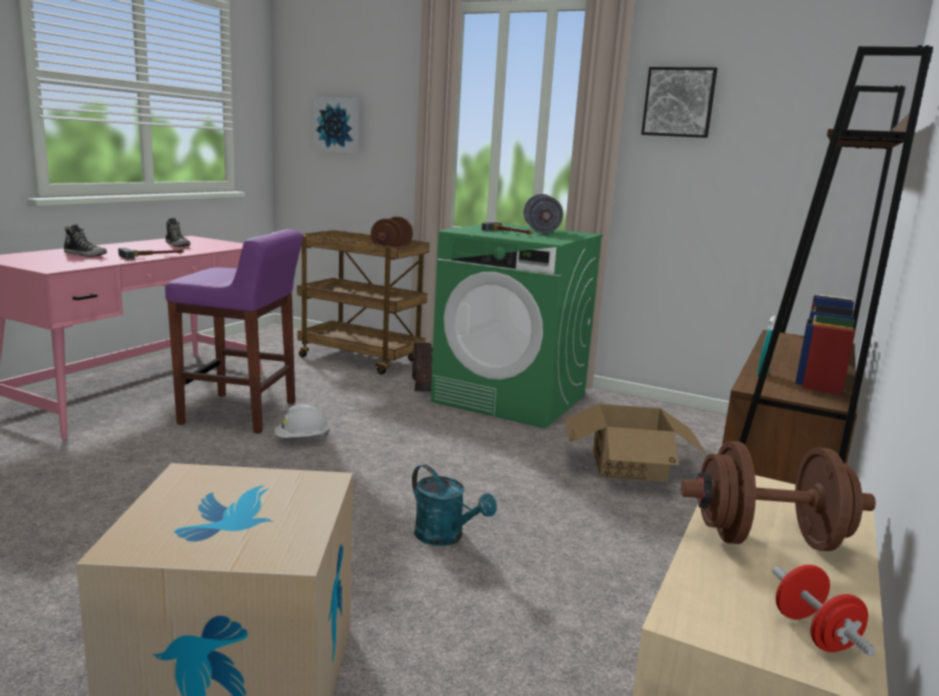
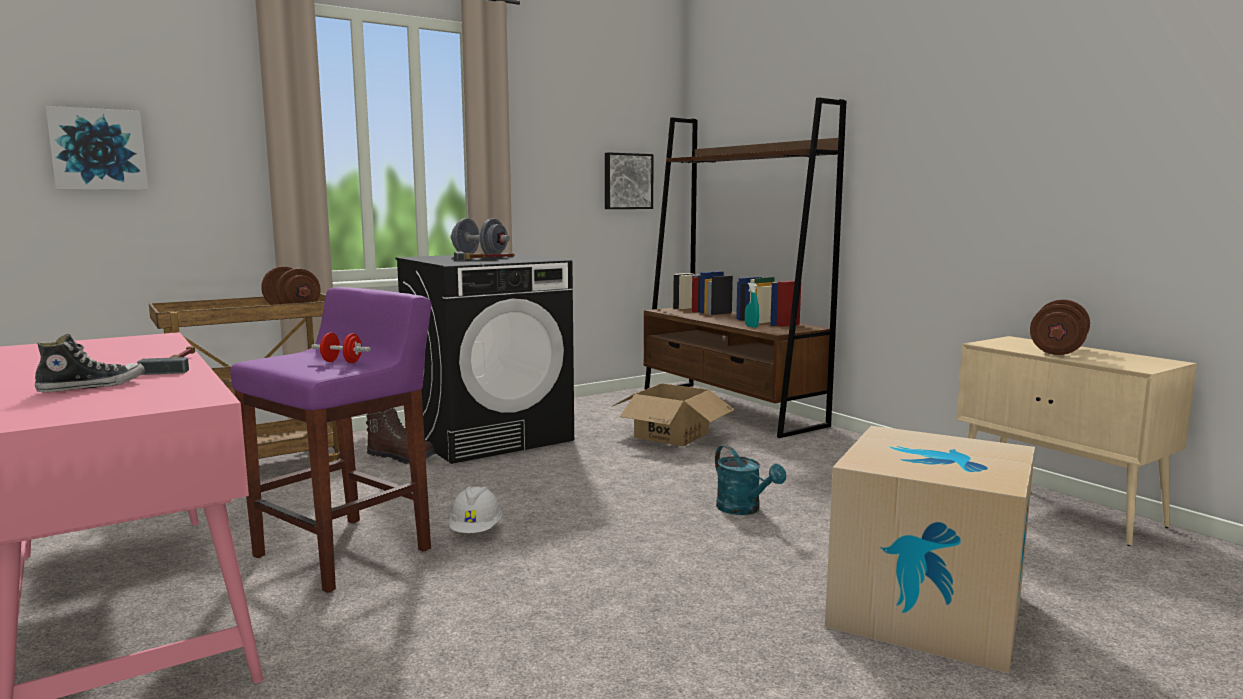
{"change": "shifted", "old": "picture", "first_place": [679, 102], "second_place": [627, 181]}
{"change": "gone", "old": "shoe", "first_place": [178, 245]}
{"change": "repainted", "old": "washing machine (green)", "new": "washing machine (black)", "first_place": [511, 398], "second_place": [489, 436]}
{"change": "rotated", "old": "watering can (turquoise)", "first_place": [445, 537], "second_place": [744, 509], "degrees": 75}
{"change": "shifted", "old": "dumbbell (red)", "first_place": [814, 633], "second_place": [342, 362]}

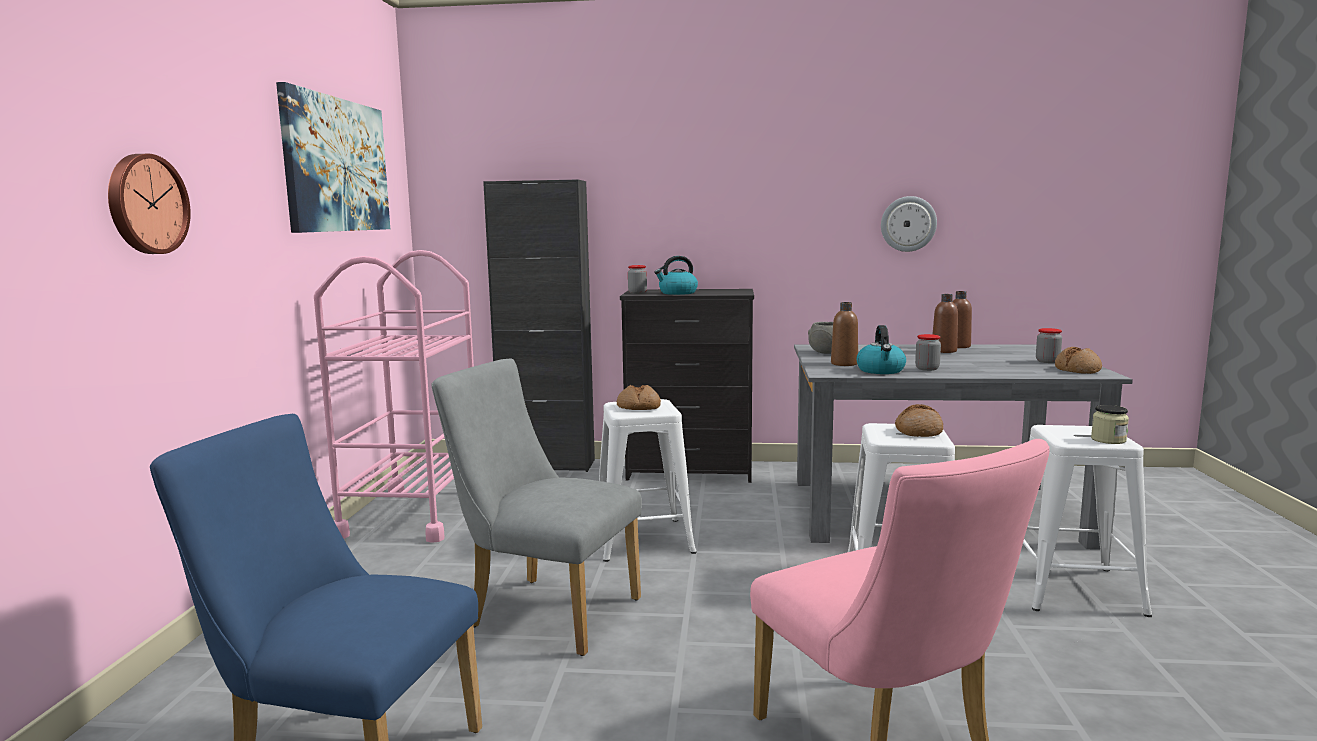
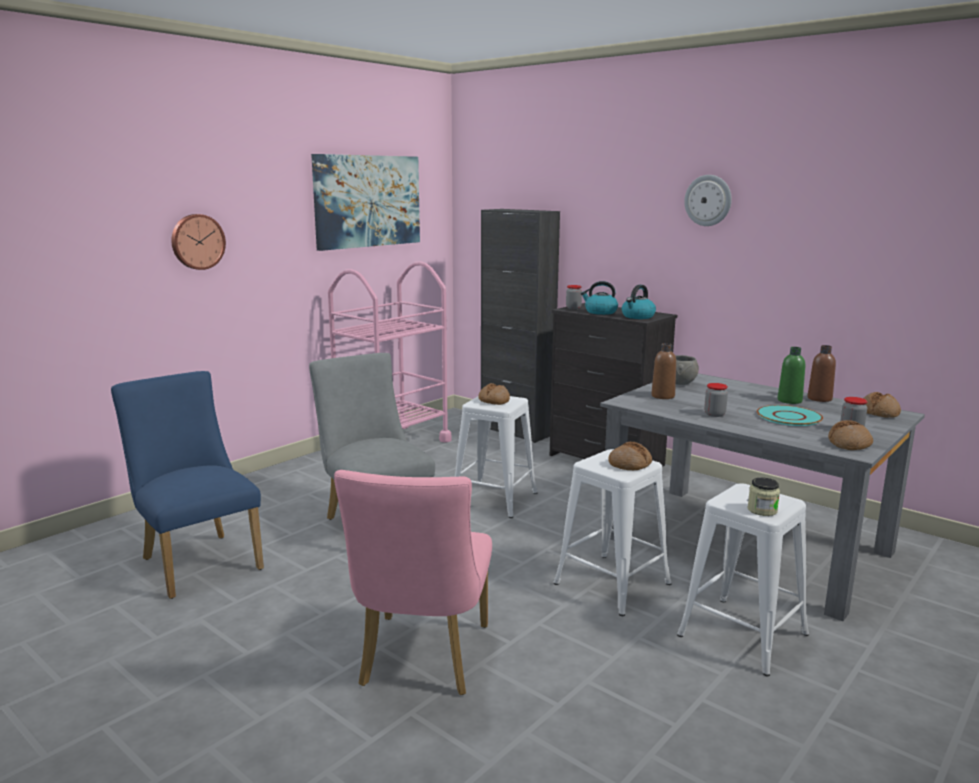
{"change": "shifted", "old": "wall clock", "first_place": [908, 224], "second_place": [708, 200]}
{"change": "repainted", "old": "bottle (brown)", "new": "bottle (green)", "first_place": [944, 351], "second_place": [789, 401]}
{"change": "shifted", "old": "kettle", "first_place": [881, 371], "second_place": [637, 317]}
{"change": "new", "new": "bread", "second_place": [879, 412]}
{"change": "new", "new": "plate (turquoise)", "second_place": [788, 417]}

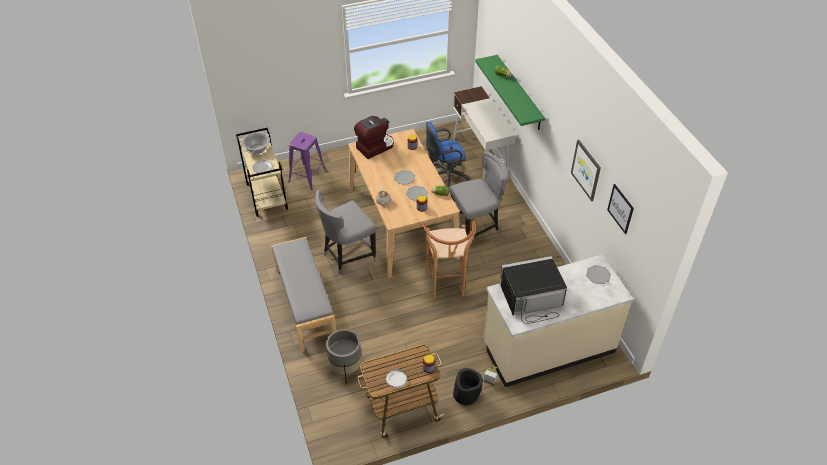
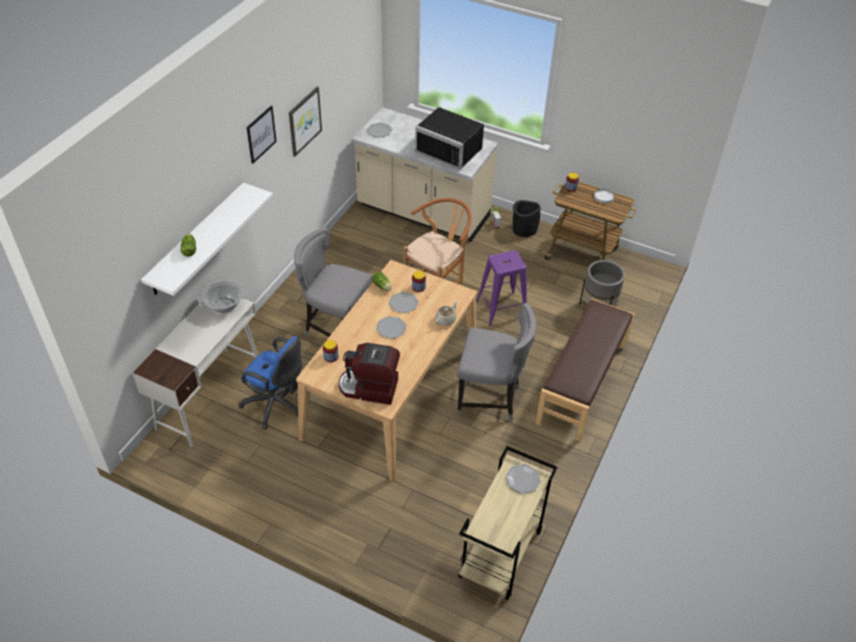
{"change": "repainted", "old": "shelf (green)", "new": "shelf (white)", "first_place": [519, 93], "second_place": [197, 239]}
{"change": "shifted", "old": "cooking pot", "first_place": [257, 149], "second_place": [224, 305]}
{"change": "shifted", "old": "stool (purple)", "first_place": [307, 176], "second_place": [501, 308]}
{"change": "shifted", "old": "picture", "first_place": [620, 209], "second_place": [261, 134]}
{"change": "repainted", "old": "bench (grey)", "new": "bench (brown)", "first_place": [304, 305], "second_place": [583, 384]}

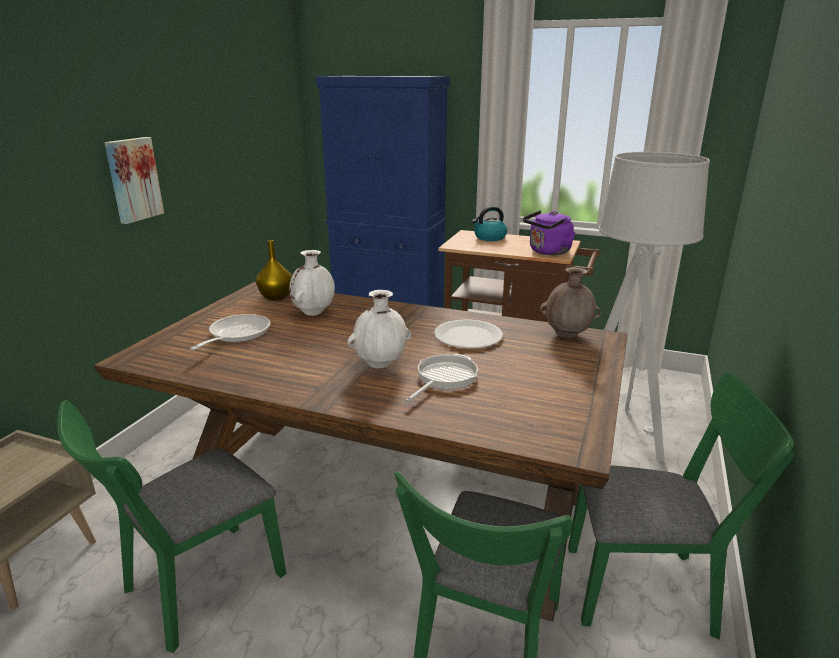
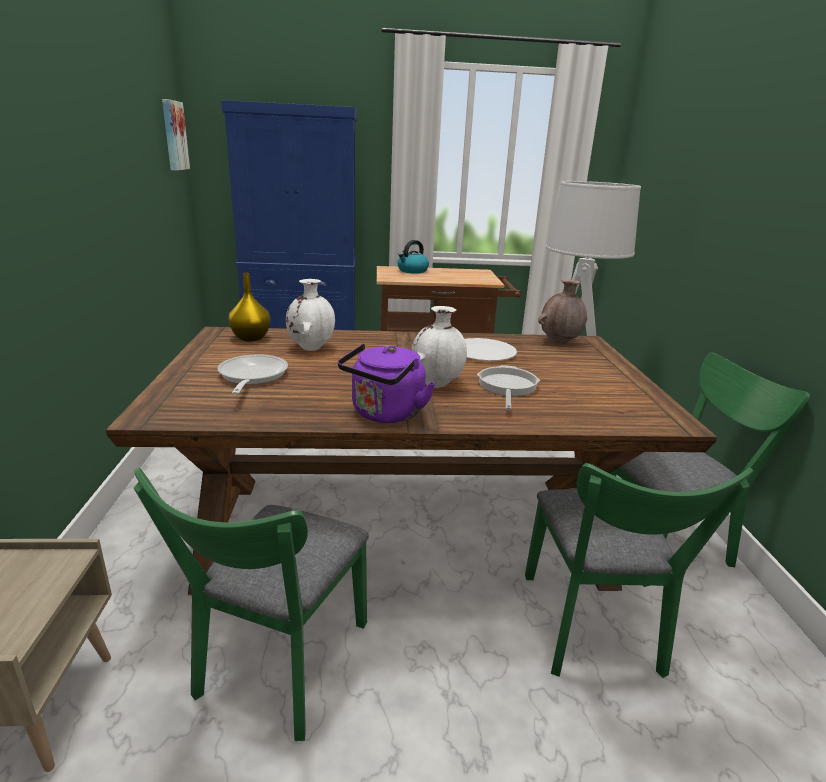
{"change": "shifted", "old": "picture", "first_place": [133, 179], "second_place": [173, 135]}
{"change": "shifted", "old": "kettle (purple)", "first_place": [548, 252], "second_place": [385, 414]}

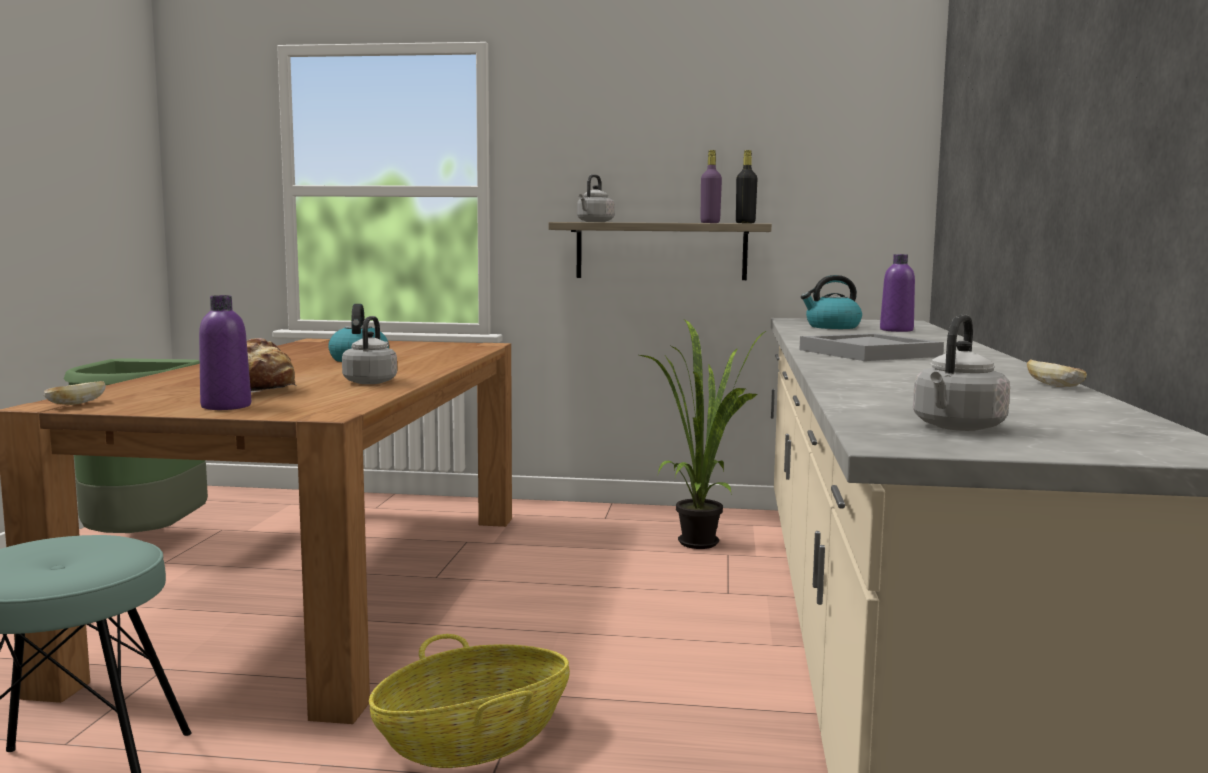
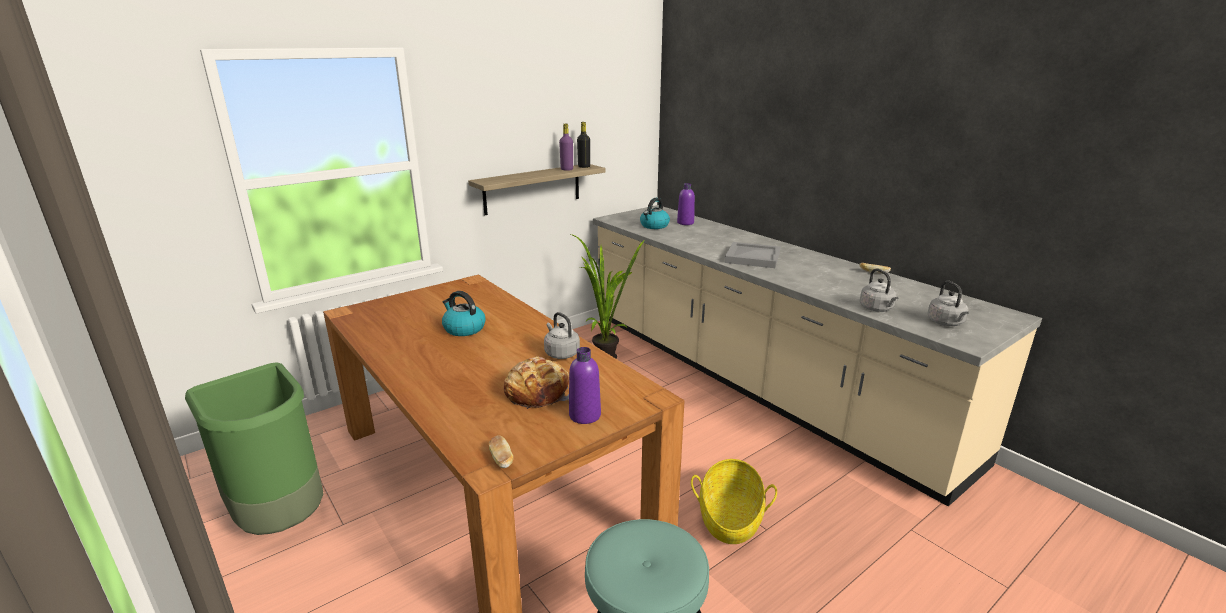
{"change": "shifted", "old": "kettle (grey)", "first_place": [594, 222], "second_place": [877, 309]}

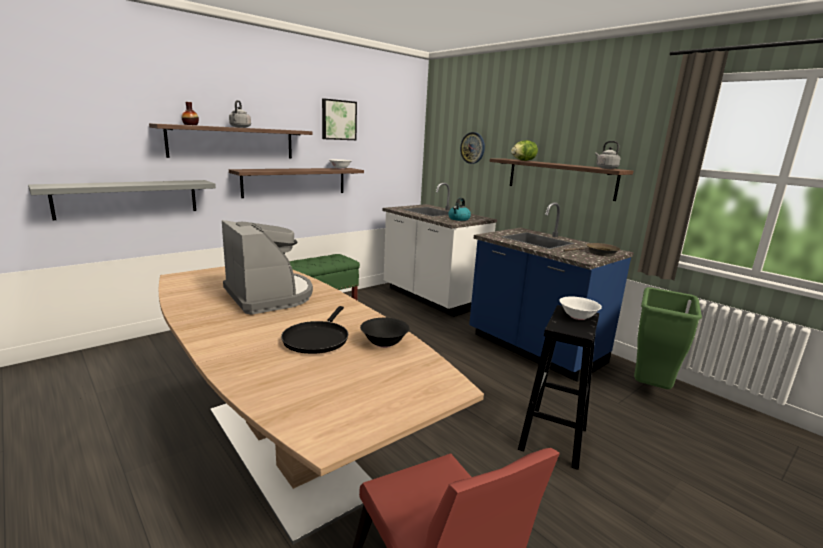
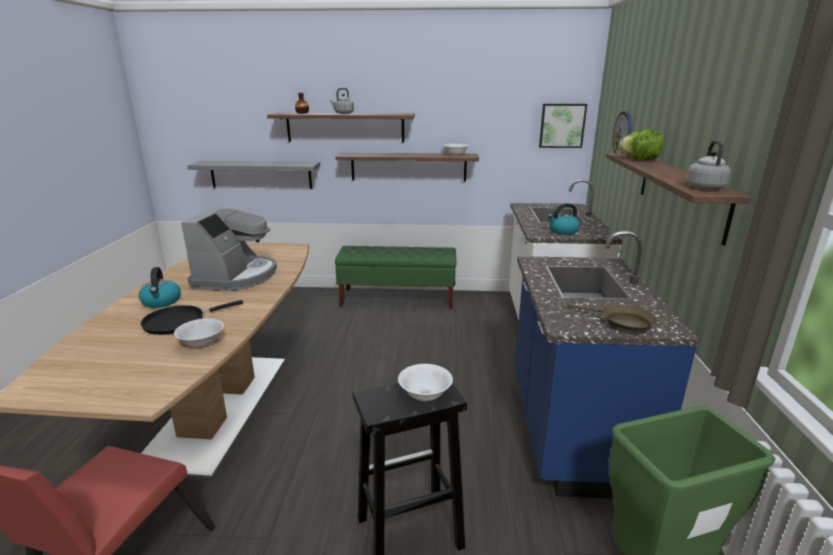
{"change": "shifted", "old": "picture", "first_place": [338, 120], "second_place": [562, 125]}
{"change": "repainted", "old": "bowl (black)", "new": "bowl (white)", "first_place": [384, 343], "second_place": [201, 343]}
{"change": "new", "new": "kettle", "second_place": [161, 302]}

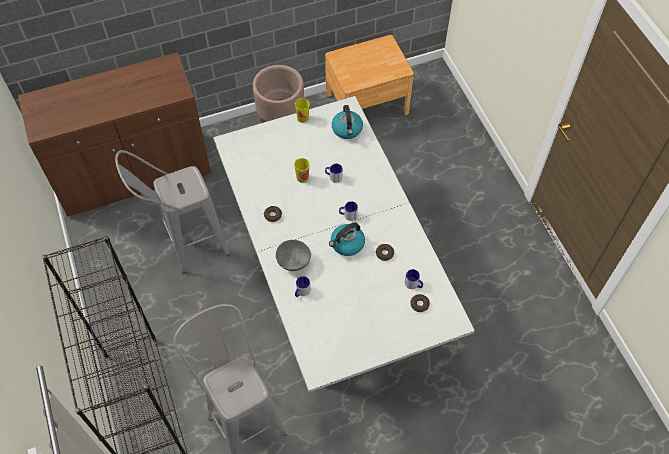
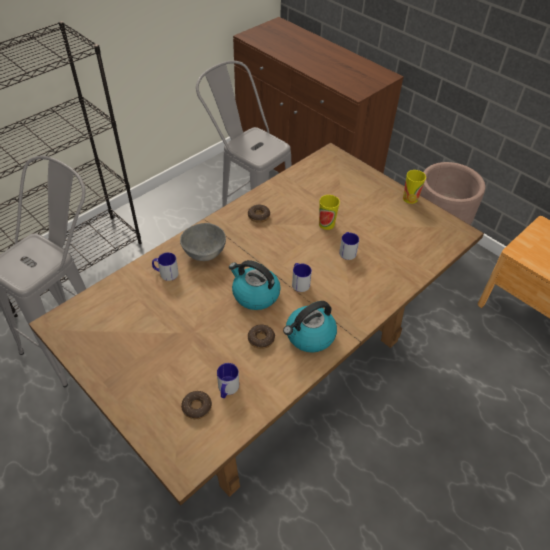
{"change": "repainted", "old": "dining table (white)", "new": "dining table (brown)", "first_place": [335, 284], "second_place": [270, 367]}
{"change": "shifted", "old": "kettle", "first_place": [347, 129], "second_place": [309, 336]}

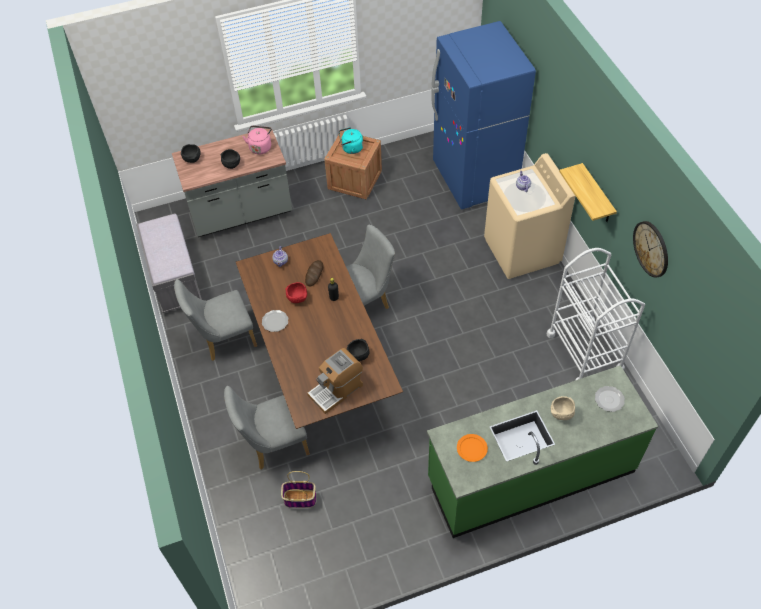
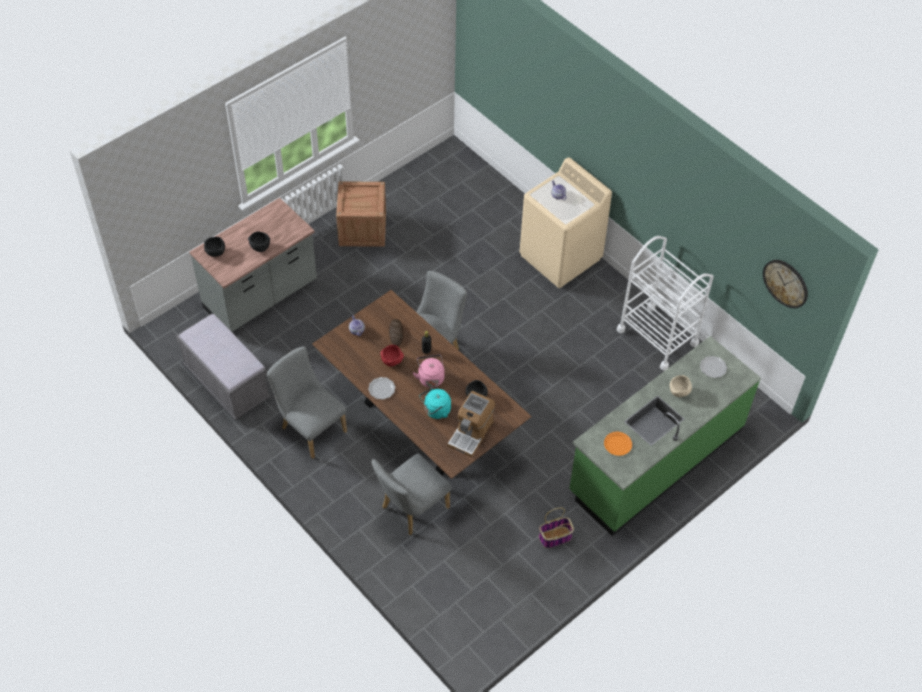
{"change": "gone", "old": "fridge (blue)", "first_place": [474, 179]}
{"change": "shifted", "old": "kettle (pink)", "first_place": [260, 147], "second_place": [430, 377]}
{"change": "shifted", "old": "kettle (turquoise)", "first_place": [351, 148], "second_place": [436, 411]}
{"change": "gone", "old": "shelf", "first_place": [597, 195]}
{"change": "shifted", "old": "wall clock", "first_place": [651, 249], "second_place": [786, 283]}
{"change": "rotated", "old": "chair (grey)", "first_place": [223, 339], "second_place": [310, 427], "degrees": 90}
{"change": "shifted", "old": "basket", "first_place": [299, 499], "second_place": [555, 537]}

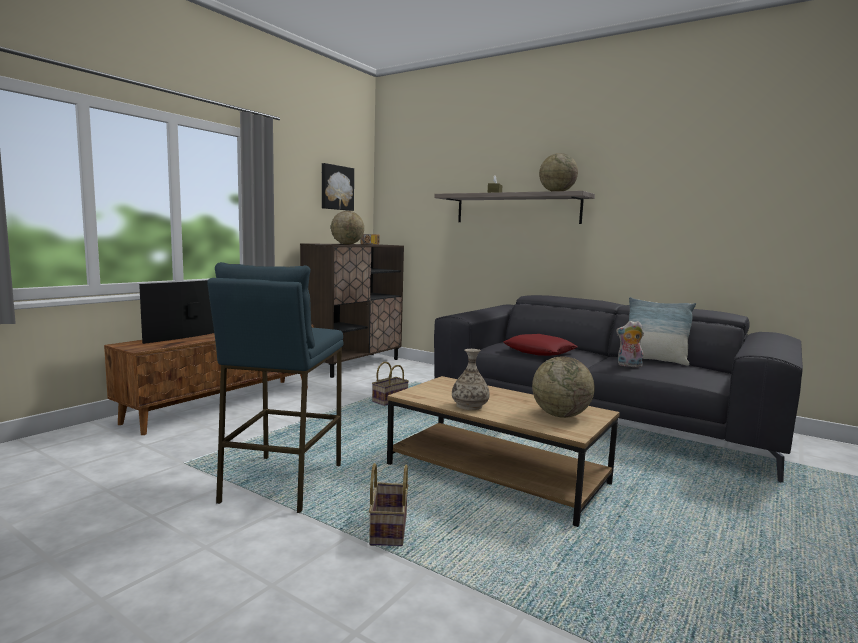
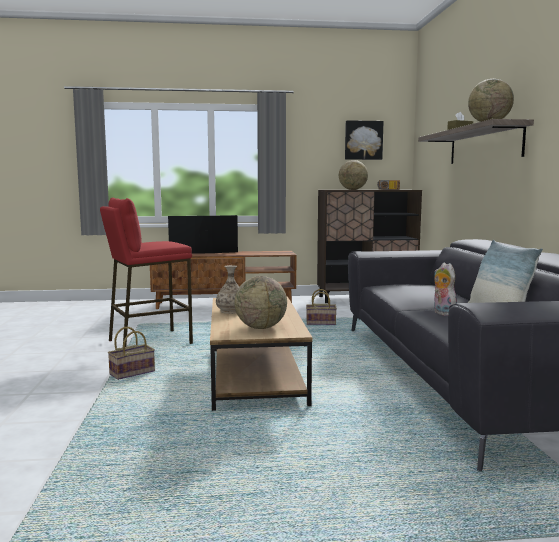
{"change": "repainted", "old": "stool (blue)", "new": "stool (red)", "first_place": [281, 483], "second_place": [149, 342]}
{"change": "gone", "old": "pillow (red)", "first_place": [539, 351]}

